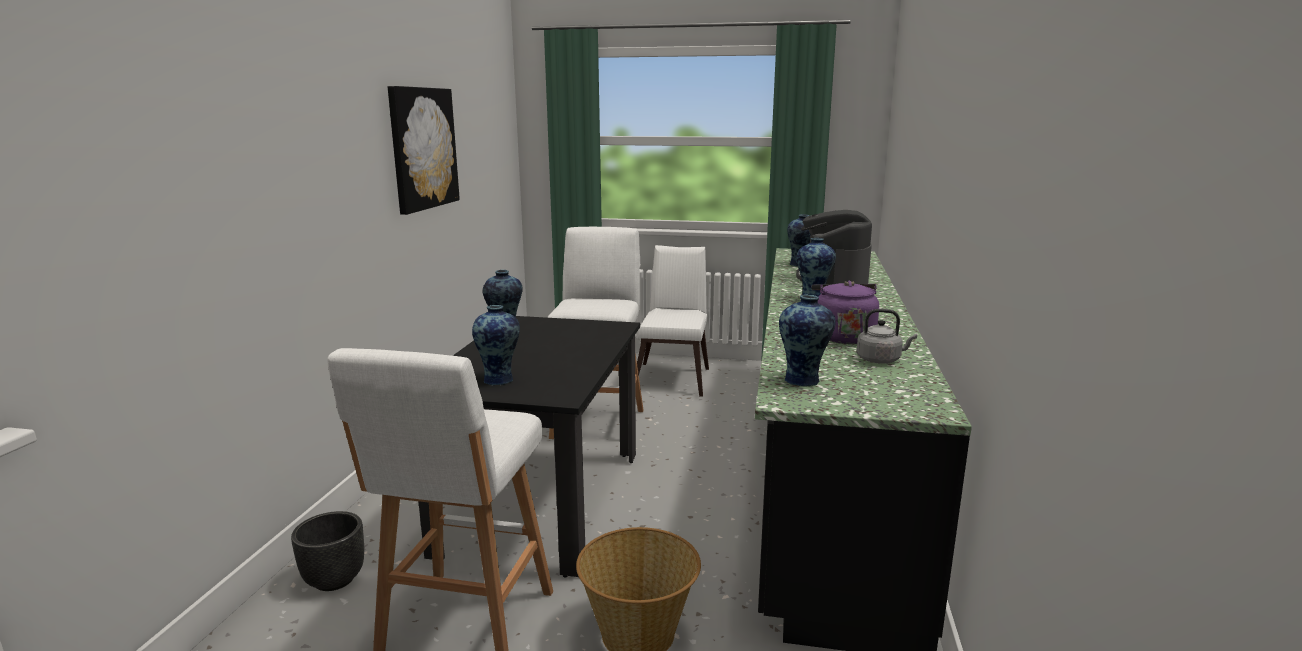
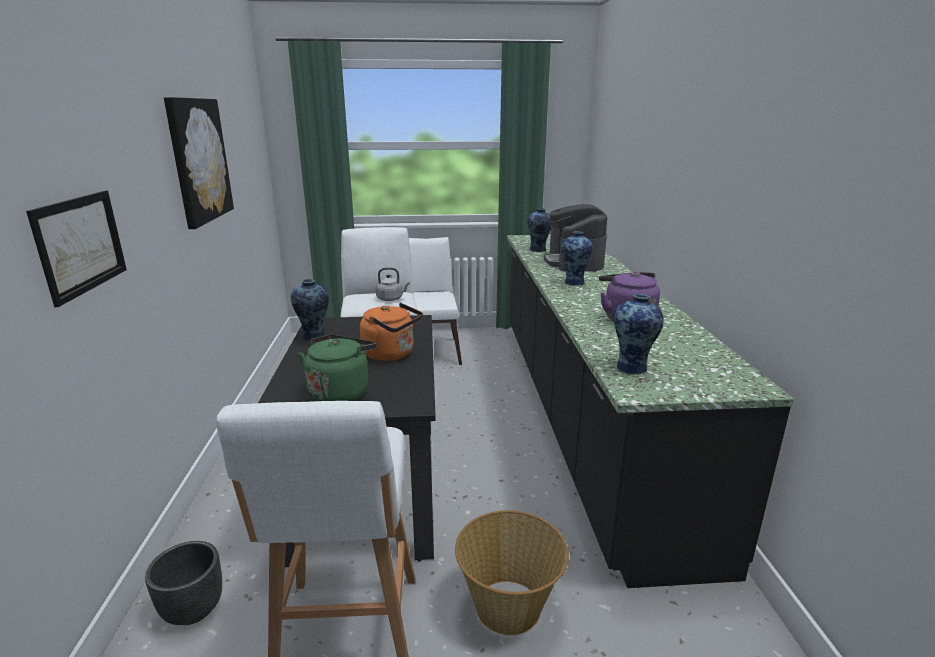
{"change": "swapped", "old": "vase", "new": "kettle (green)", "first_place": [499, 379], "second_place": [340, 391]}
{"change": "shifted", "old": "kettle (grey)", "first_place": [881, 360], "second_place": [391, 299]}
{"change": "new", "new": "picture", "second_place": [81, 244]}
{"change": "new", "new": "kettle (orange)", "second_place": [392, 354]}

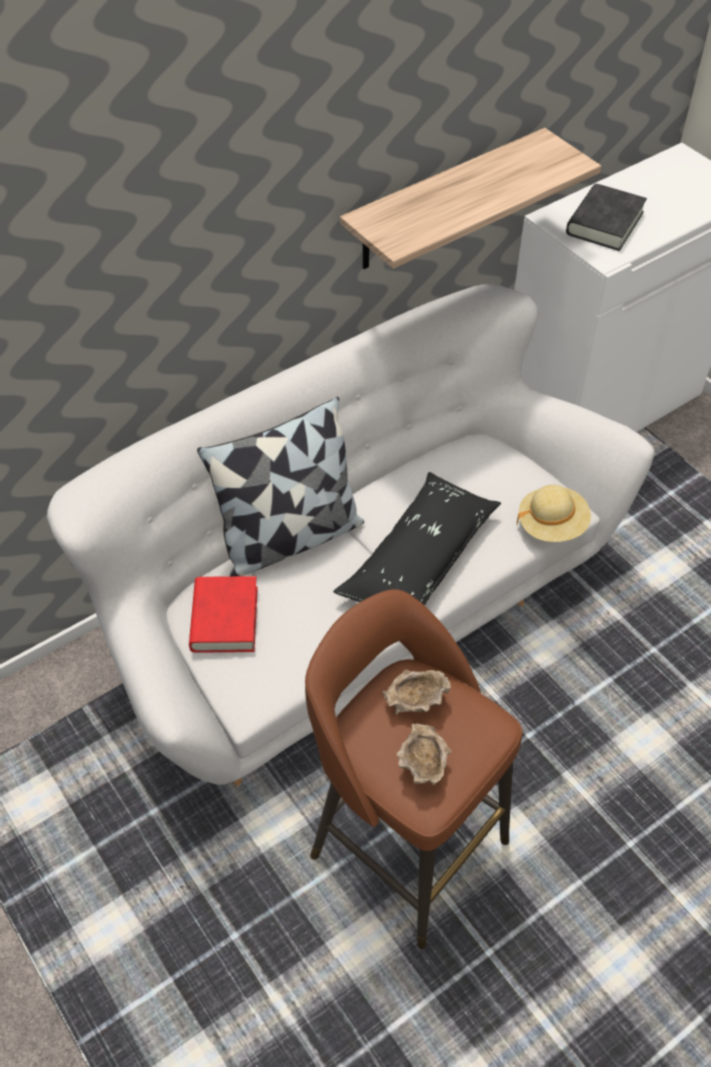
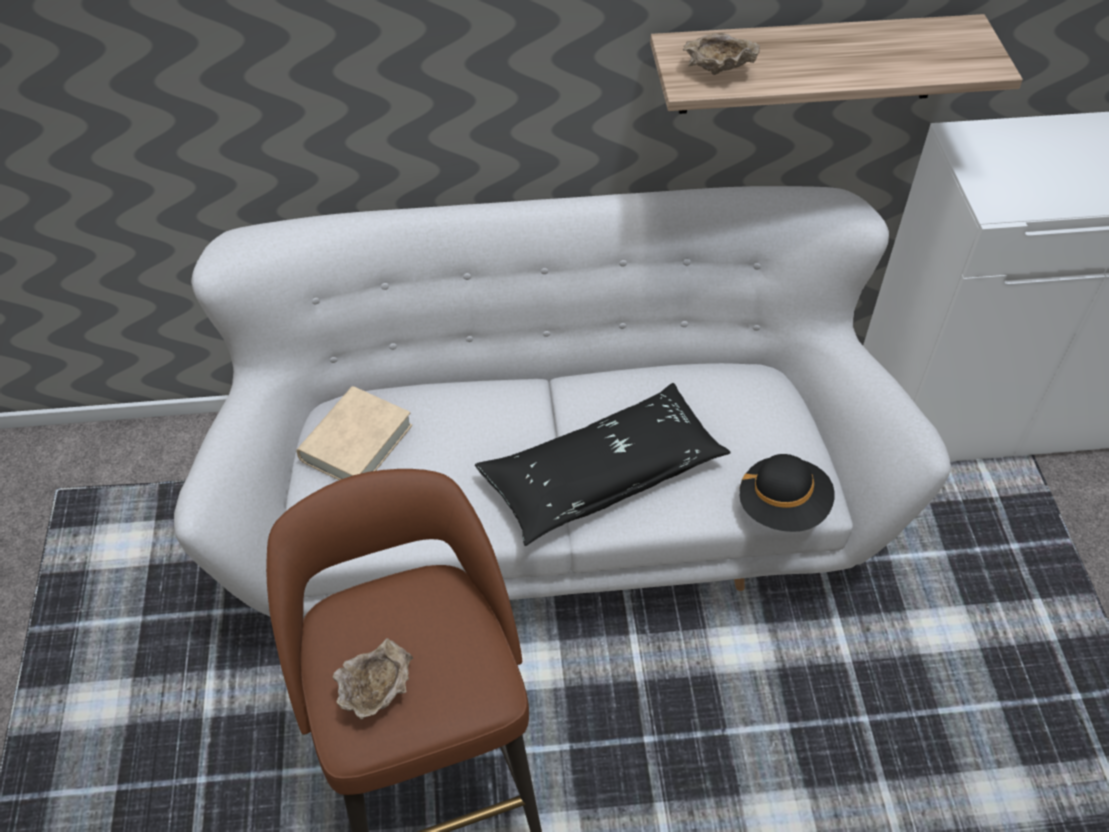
{"change": "gone", "old": "book (black)", "first_place": [604, 223]}
{"change": "gone", "old": "pillow", "first_place": [289, 538]}
{"change": "repainted", "old": "hat (beige)", "new": "hat (black)", "first_place": [552, 525], "second_place": [783, 506]}
{"change": "repainted", "old": "book (red)", "new": "book (beige)", "first_place": [224, 619], "second_place": [356, 443]}
{"change": "shifted", "old": "bowl (beige)", "first_place": [415, 702], "second_place": [718, 72]}

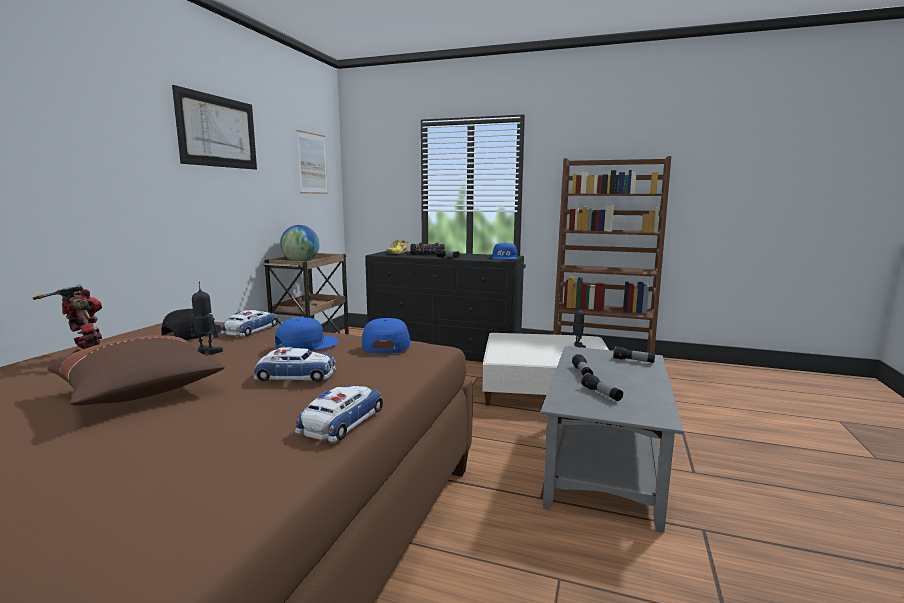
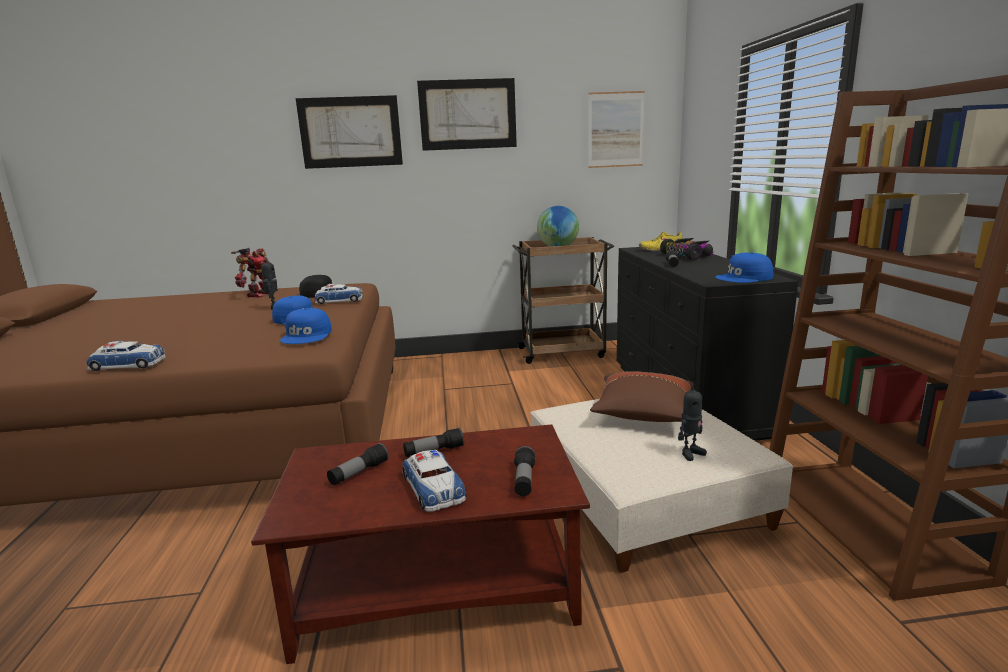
{"change": "rotated", "old": "cap (blue)", "first_place": [385, 344], "second_place": [307, 335], "degrees": 120}
{"change": "shifted", "old": "pillow (brown)", "first_place": [141, 393], "second_place": [643, 414]}
{"change": "repainted", "old": "coffee table (grey)", "new": "coffee table (brown)", "first_place": [603, 464], "second_place": [439, 588]}
{"change": "shifted", "old": "toy car", "first_place": [296, 375], "second_place": [433, 488]}
{"change": "new", "new": "picture", "second_place": [350, 132]}

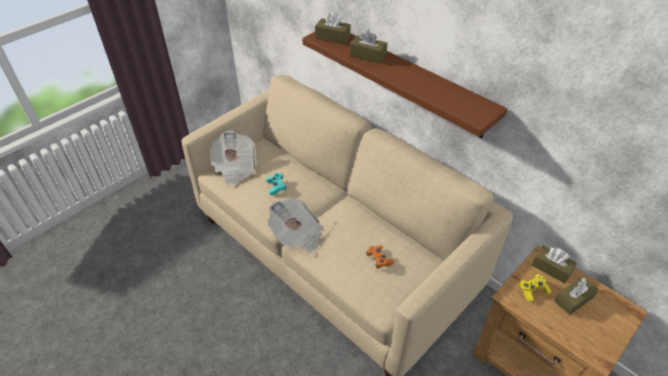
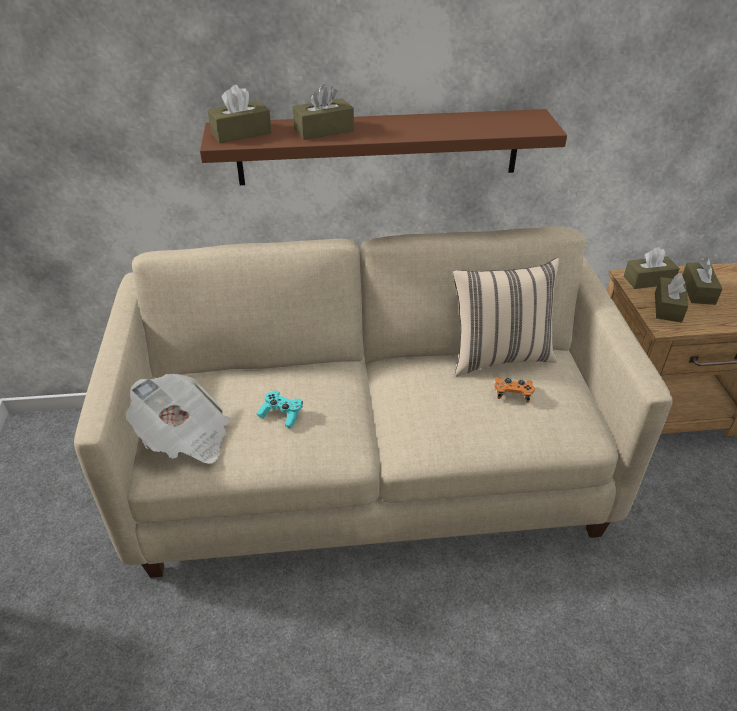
{"change": "gone", "old": "newspaper", "first_place": [297, 235]}
{"change": "swapped", "old": "game controller (yellow)", "new": "tissue box (brown)", "first_place": [532, 290], "second_place": [668, 307]}
{"change": "new", "new": "pillow (beige)", "second_place": [499, 356]}

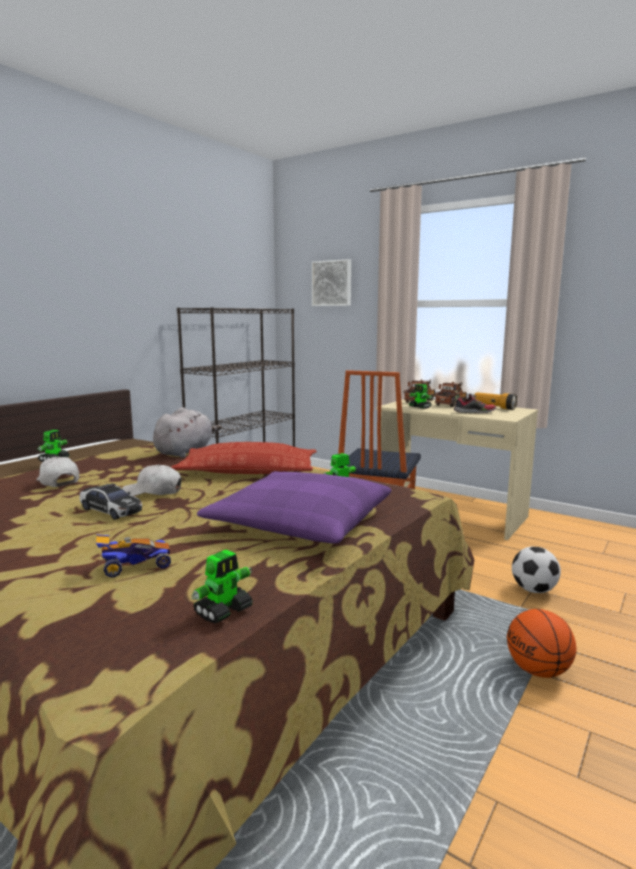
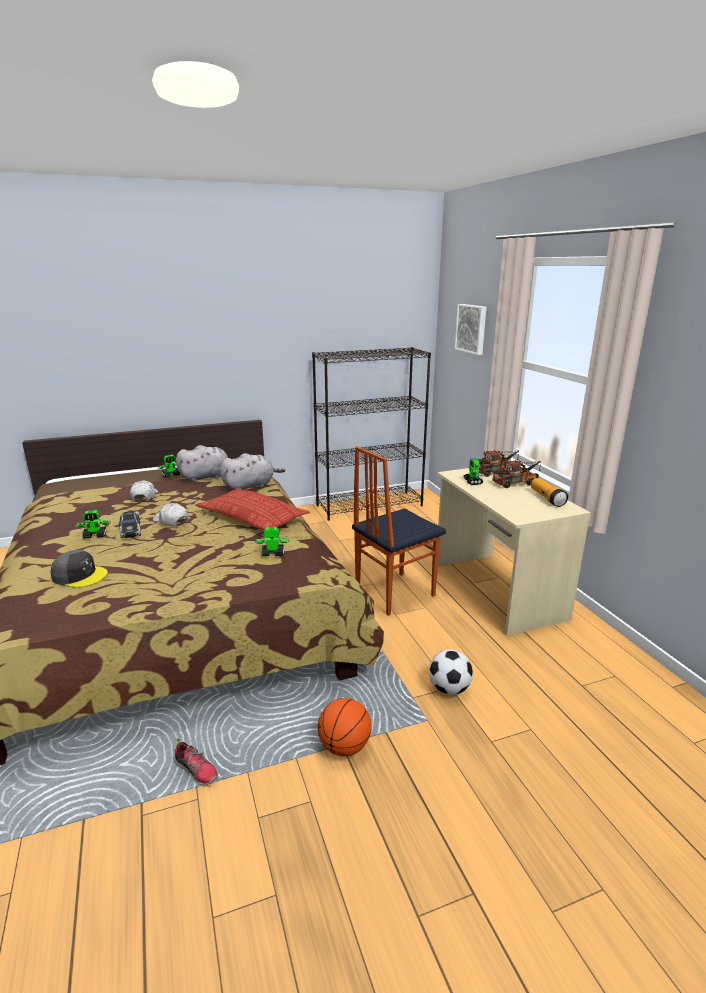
{"change": "shifted", "old": "shoe", "first_place": [474, 412], "second_place": [196, 770]}
{"change": "gone", "old": "pillow (purple)", "first_place": [300, 523]}
{"change": "swapped", "old": "toy car", "new": "cap (grey)", "first_place": [135, 566], "second_place": [79, 575]}
{"change": "shifted", "old": "toy robot", "first_place": [224, 611], "second_place": [95, 535]}
{"change": "new", "new": "plush toy (grey)", "second_place": [207, 477]}

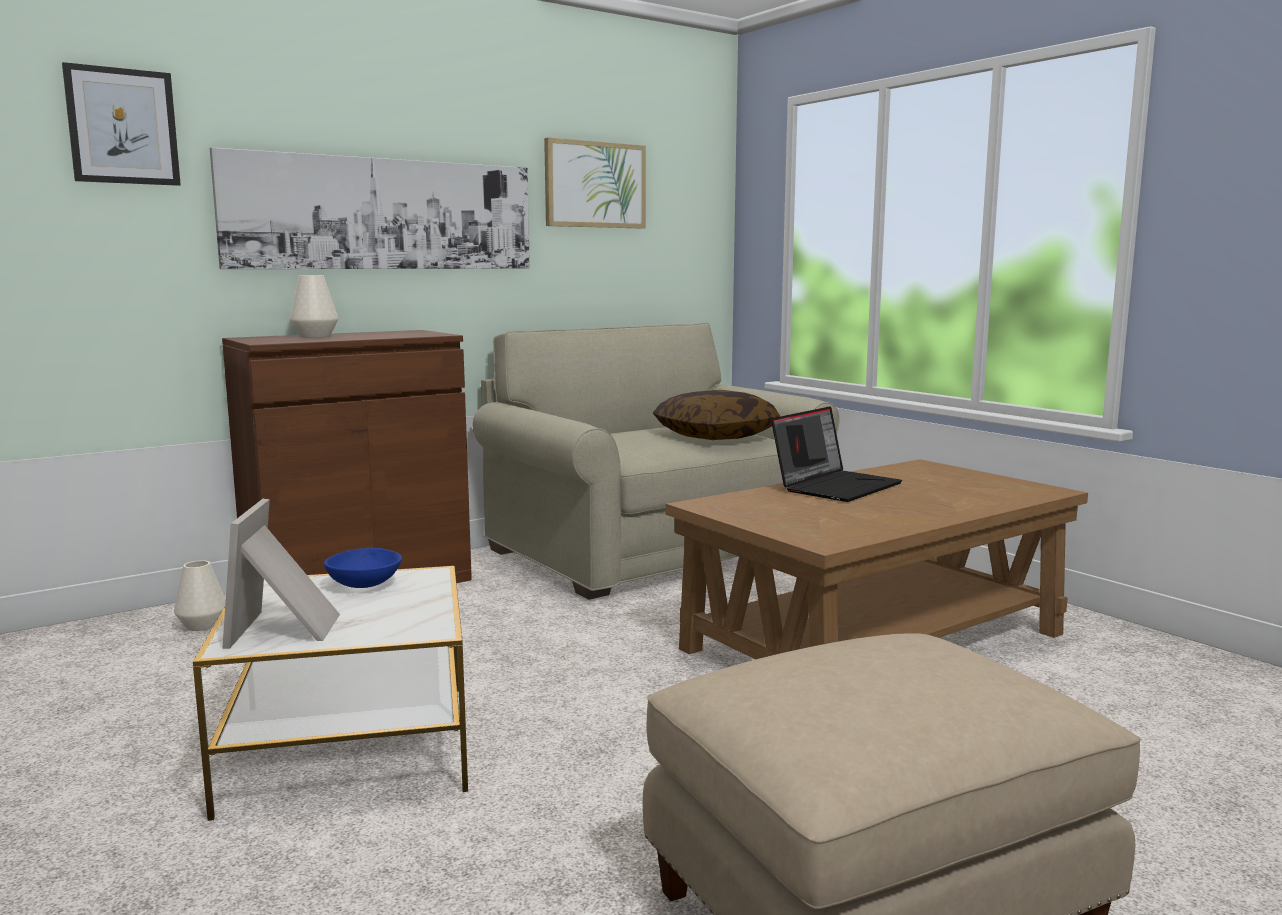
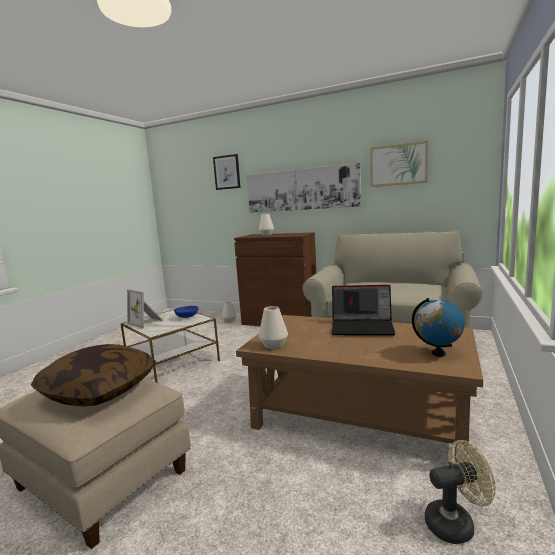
{"change": "shifted", "old": "pillow", "first_place": [715, 435], "second_place": [99, 390]}
{"change": "rotated", "old": "picture frame", "first_place": [287, 628], "second_place": [146, 322], "degrees": -105}
{"change": "new", "new": "globe", "second_place": [438, 354]}
{"change": "new", "new": "vase (white)", "second_place": [273, 345]}
{"change": "new", "new": "fan (beige)", "second_place": [455, 523]}

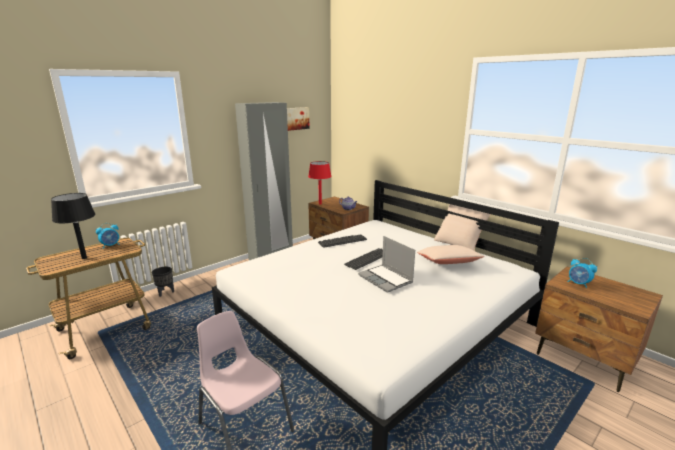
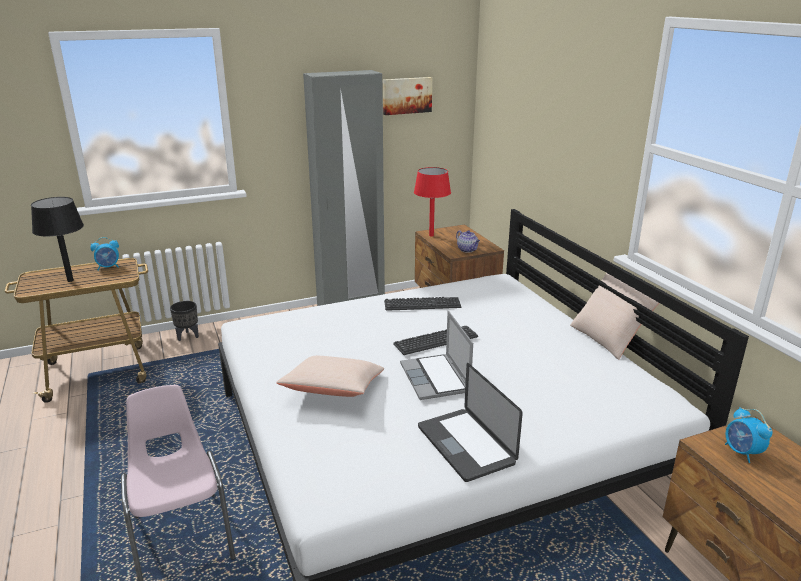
{"change": "shifted", "old": "pillow (beige)", "first_place": [448, 263], "second_place": [333, 390]}
{"change": "new", "new": "laptop", "second_place": [465, 445]}

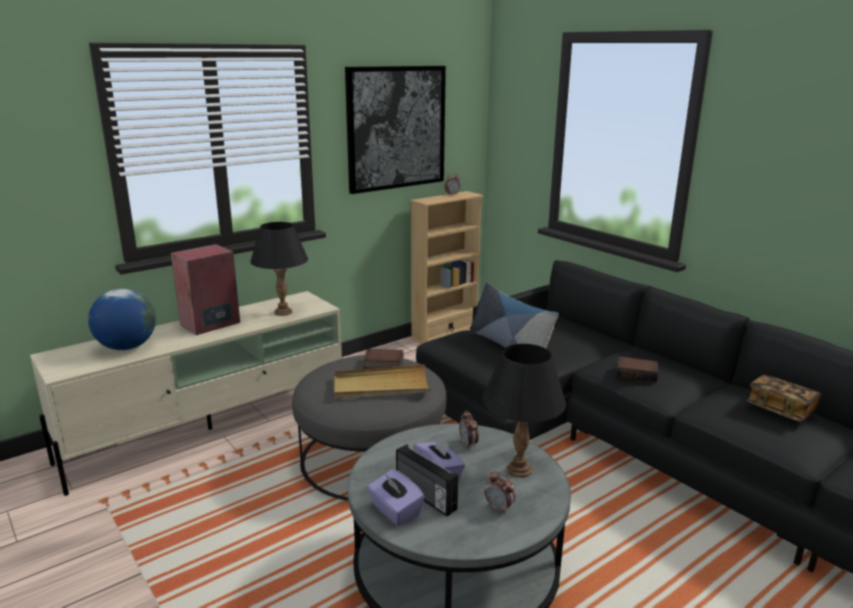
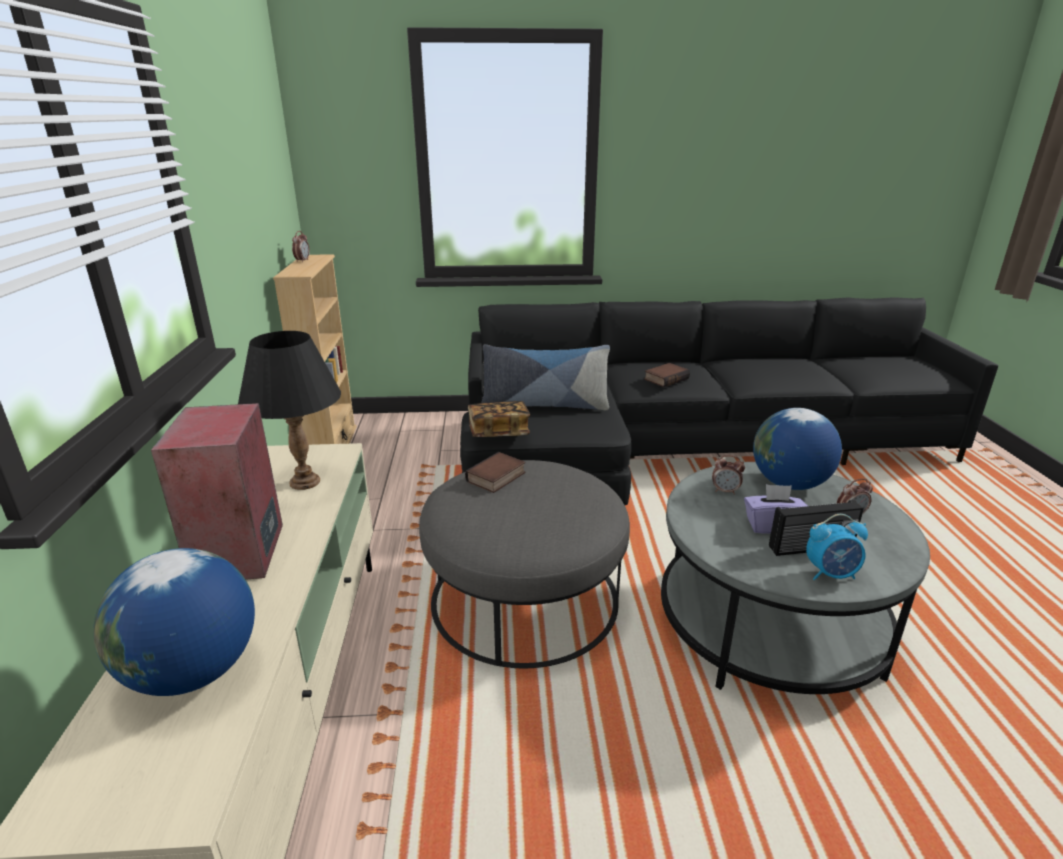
{"change": "gone", "old": "picture", "first_place": [396, 128]}
{"change": "swapped", "old": "table lamp (black)", "new": "globe", "first_place": [519, 469], "second_place": [789, 484]}
{"change": "gone", "old": "tray (beige)", "first_place": [380, 386]}
{"change": "shifted", "old": "book", "first_place": [780, 410], "second_place": [498, 432]}
{"change": "swapped", "old": "tissue box (purple)", "new": "alarm clock", "first_place": [395, 511], "second_place": [831, 574]}

